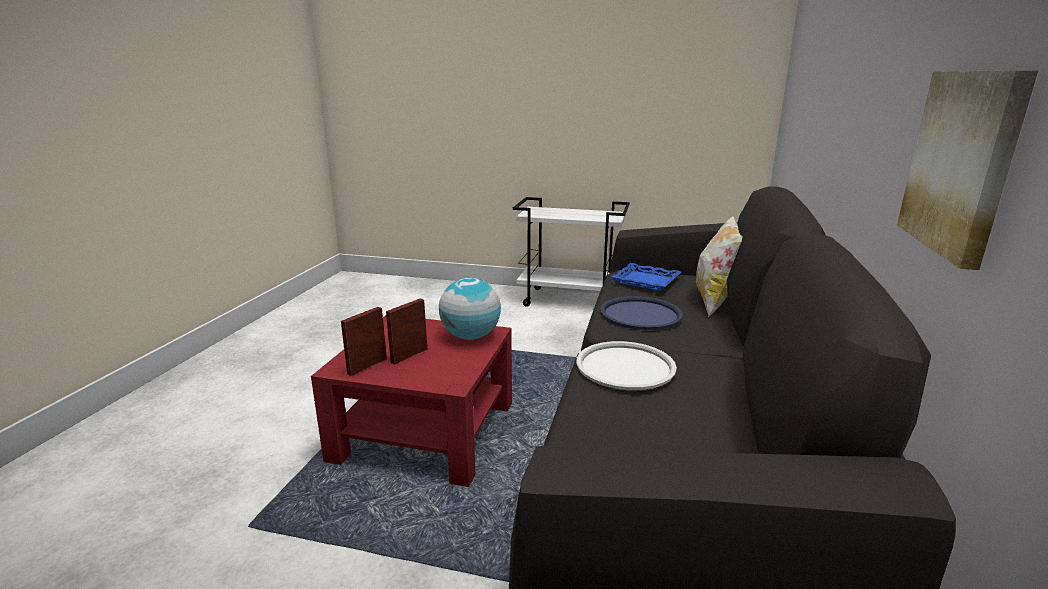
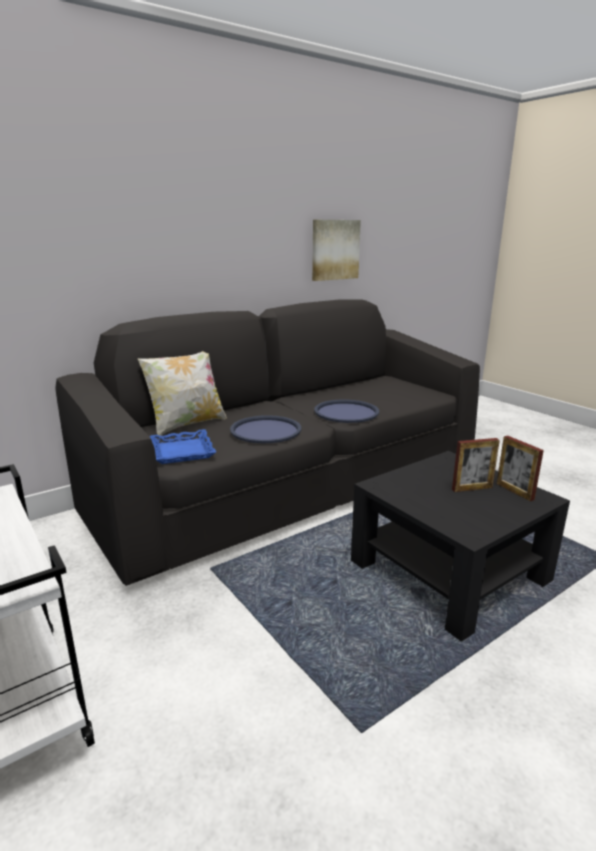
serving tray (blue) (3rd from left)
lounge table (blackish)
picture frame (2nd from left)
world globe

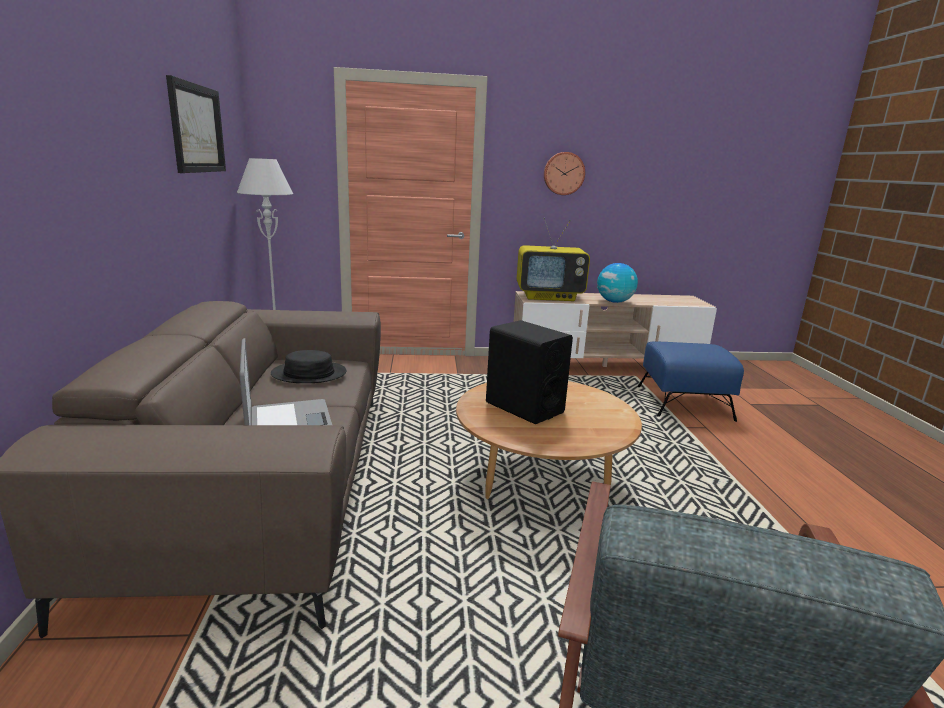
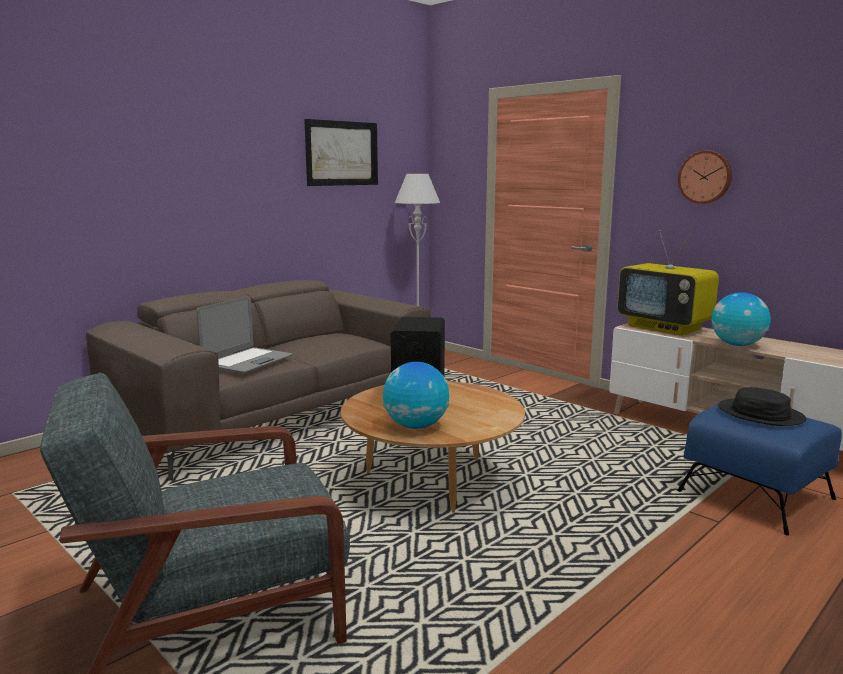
world globe (1st from left)
hat (blackish)

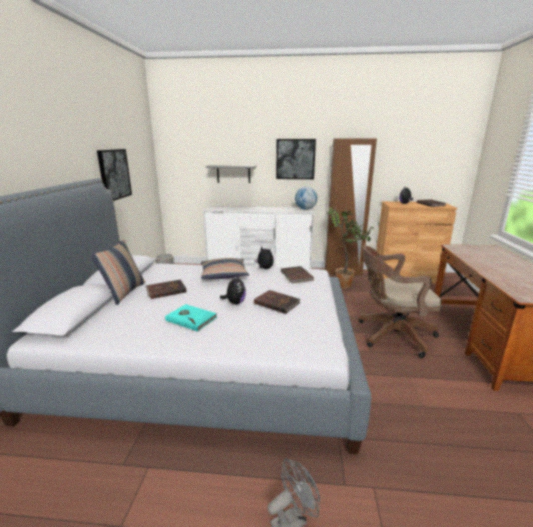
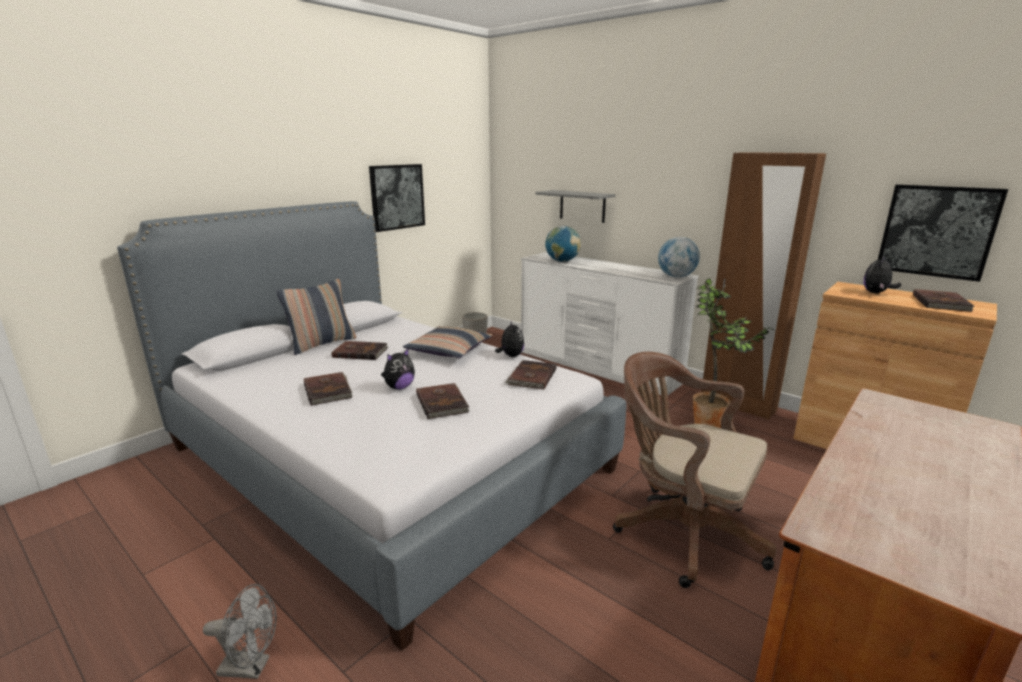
volume (brown) (1st from left)
world globe (1st from left)
wall picture (2nd from left)

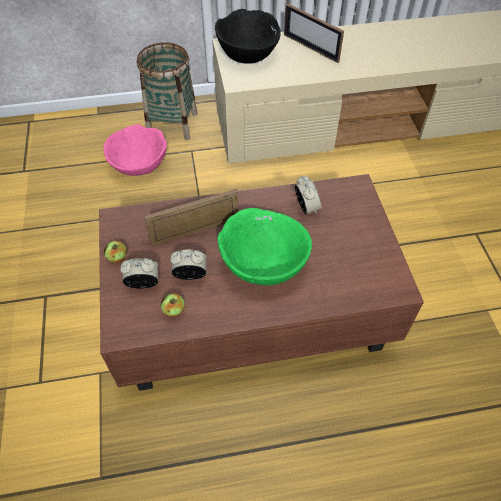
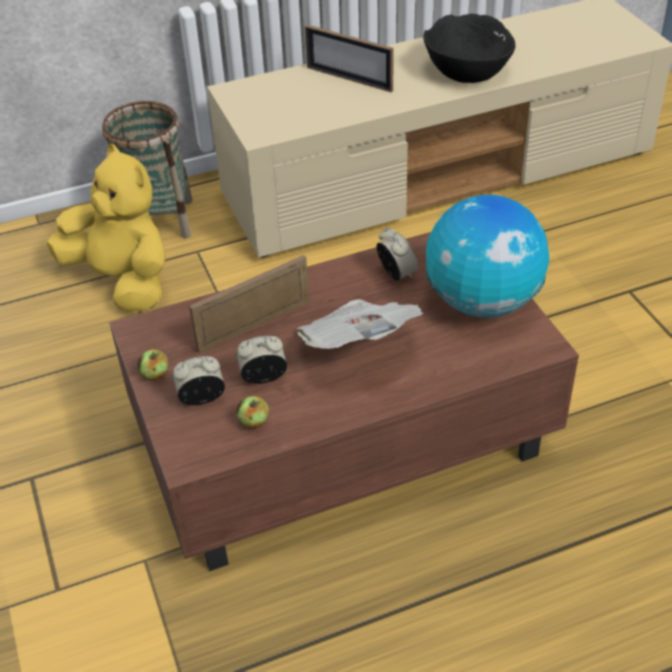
soft toy (yellow-coloured)
printed paper
serving bowl (blackish)
world globe

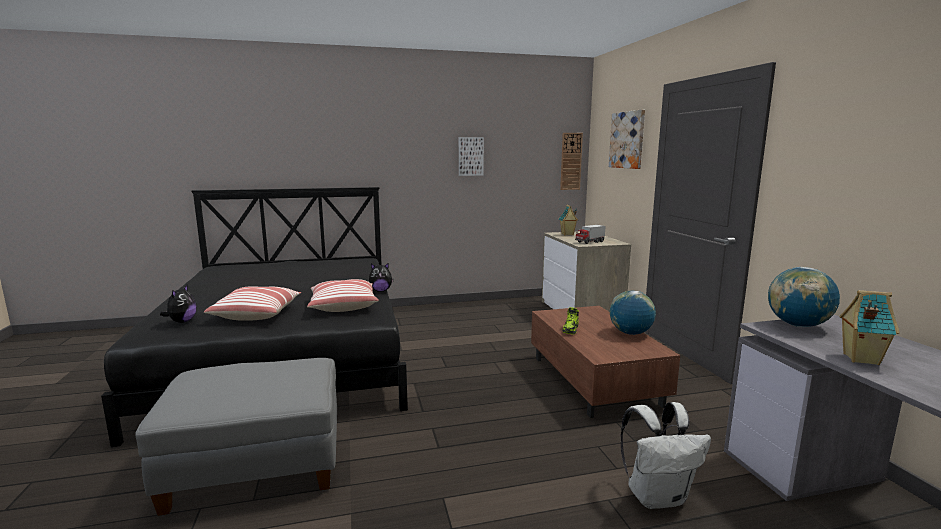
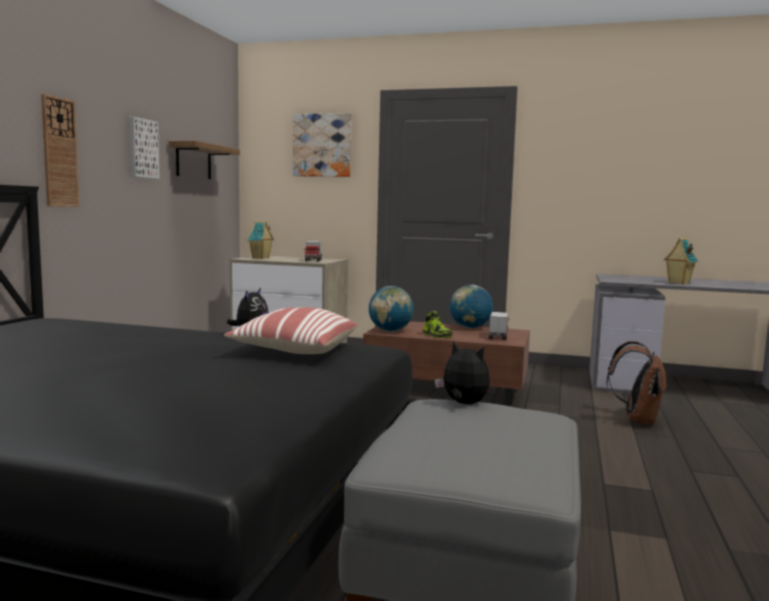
wall clock
bracket shelf
world globe (1st from left)
soft toy (2nd from left)
model truck (2nd from left)
knapsack (brown)
pillow (1st from left in the first image)

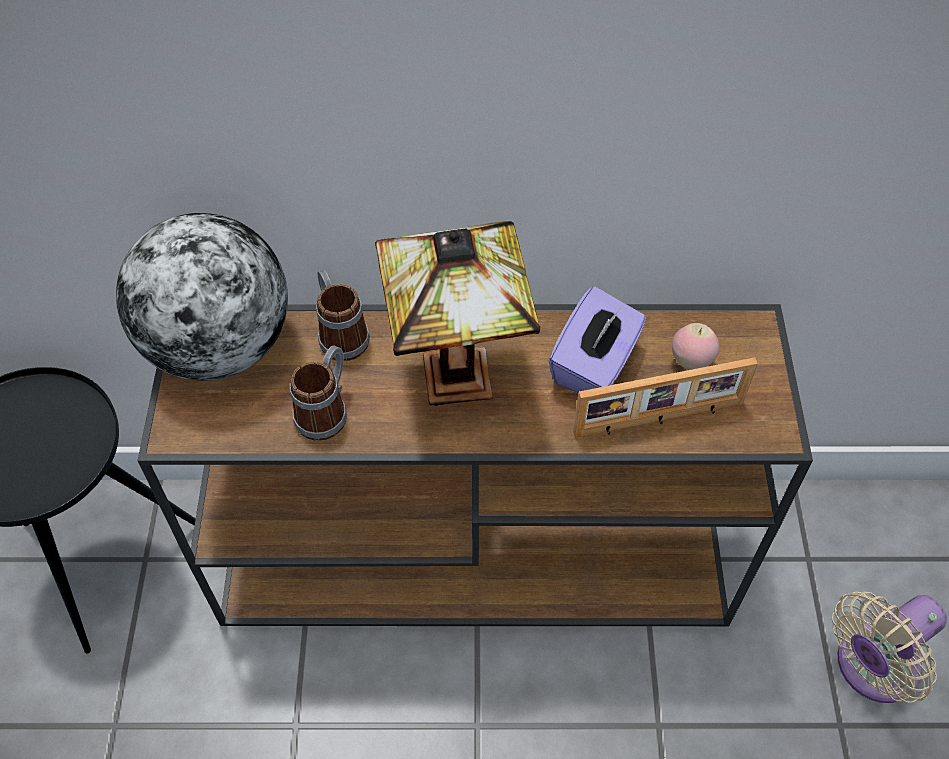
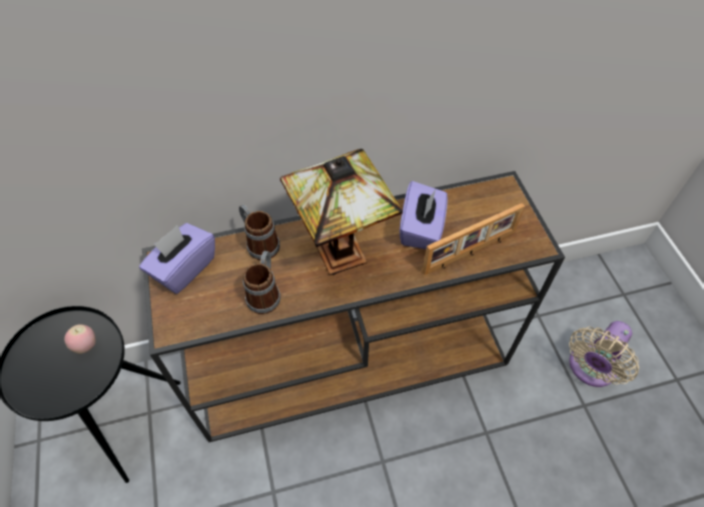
apple fruit
box of tissues (purple) (1st from left)

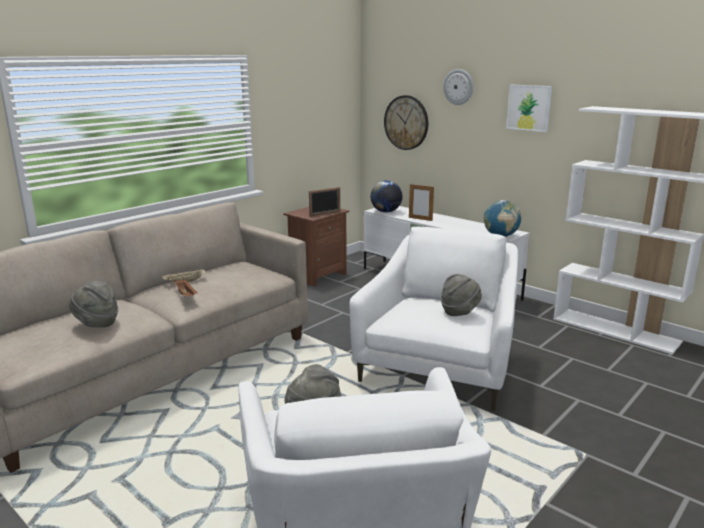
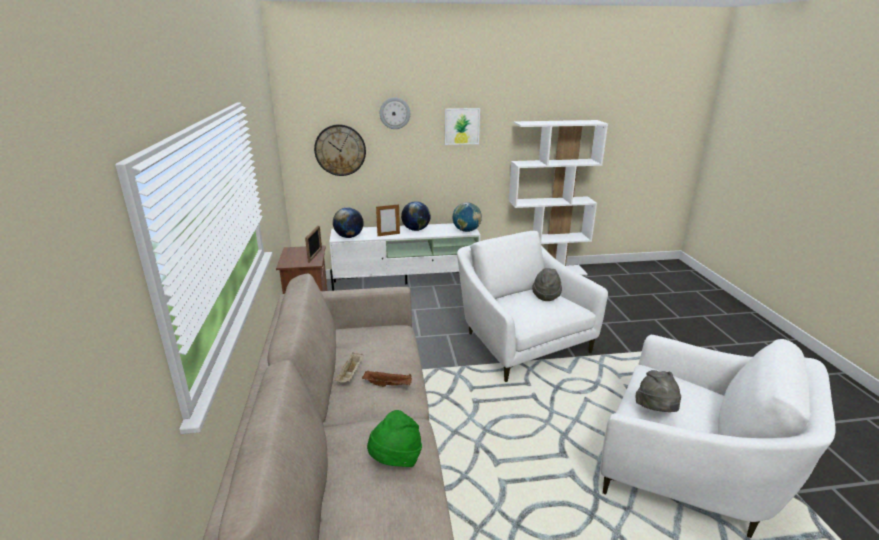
hat (greenish)
world globe (2nd from left)

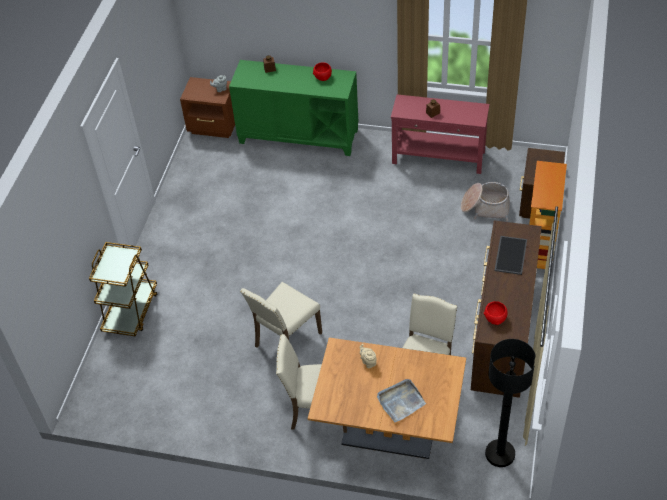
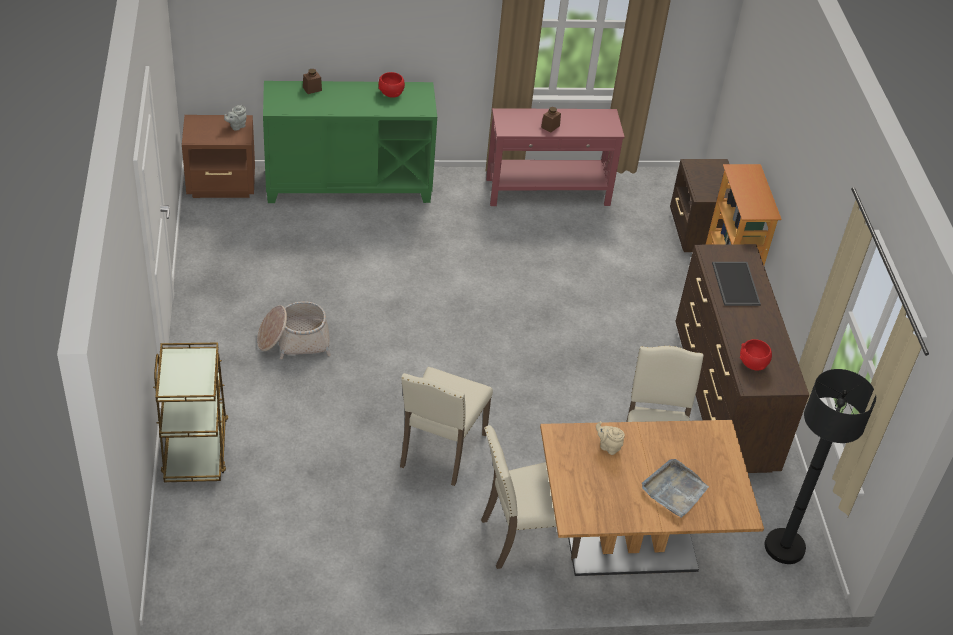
household basket

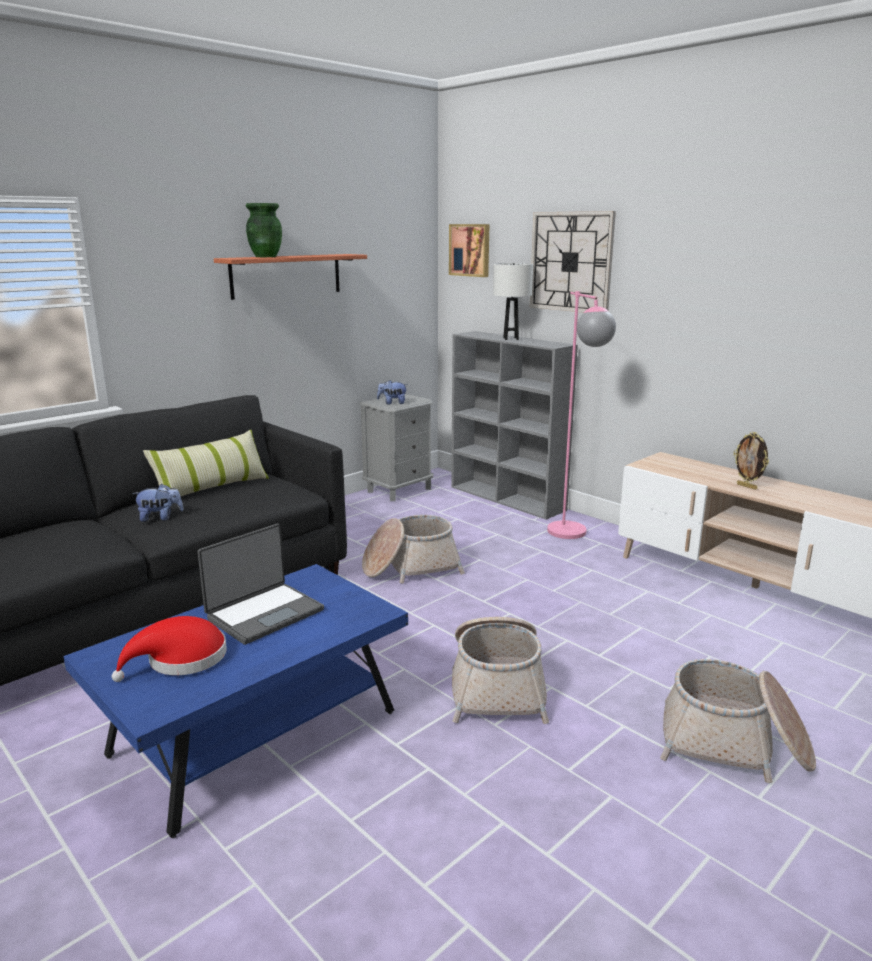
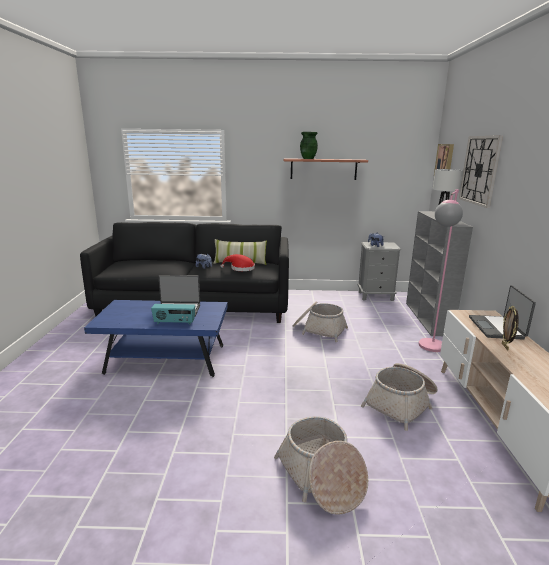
radio
hat (red)
household basket (3rd from left)
laptop (2nd from left)

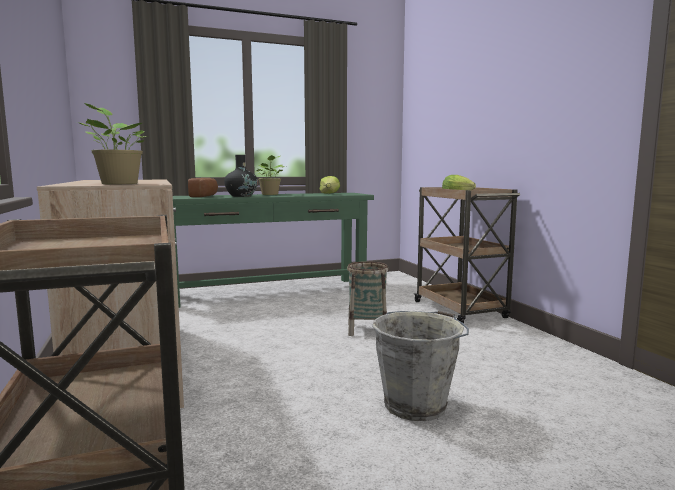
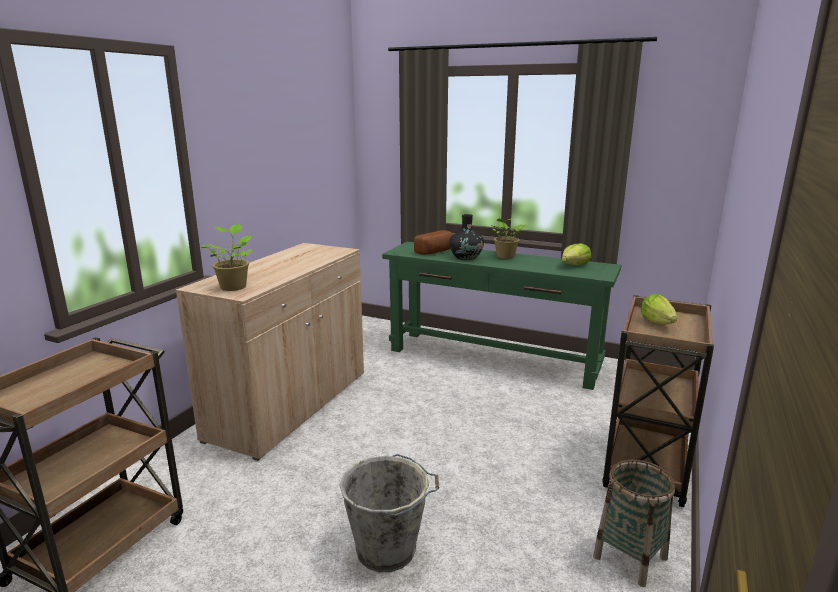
household basket

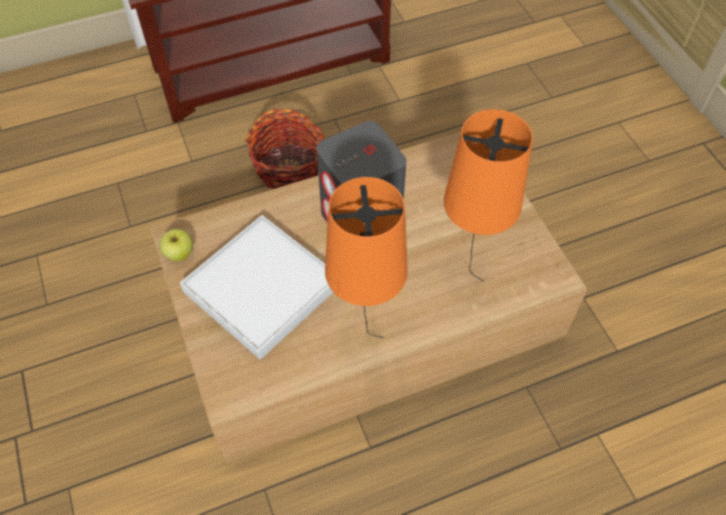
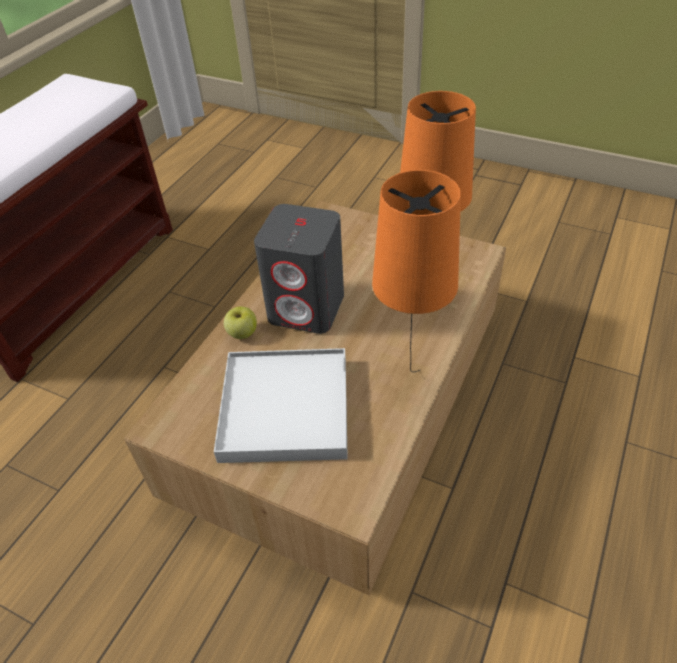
apple fruit
household basket

